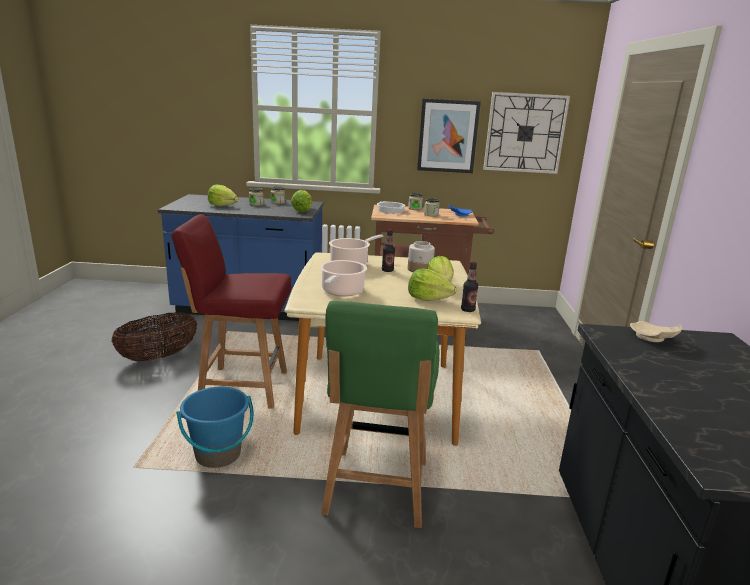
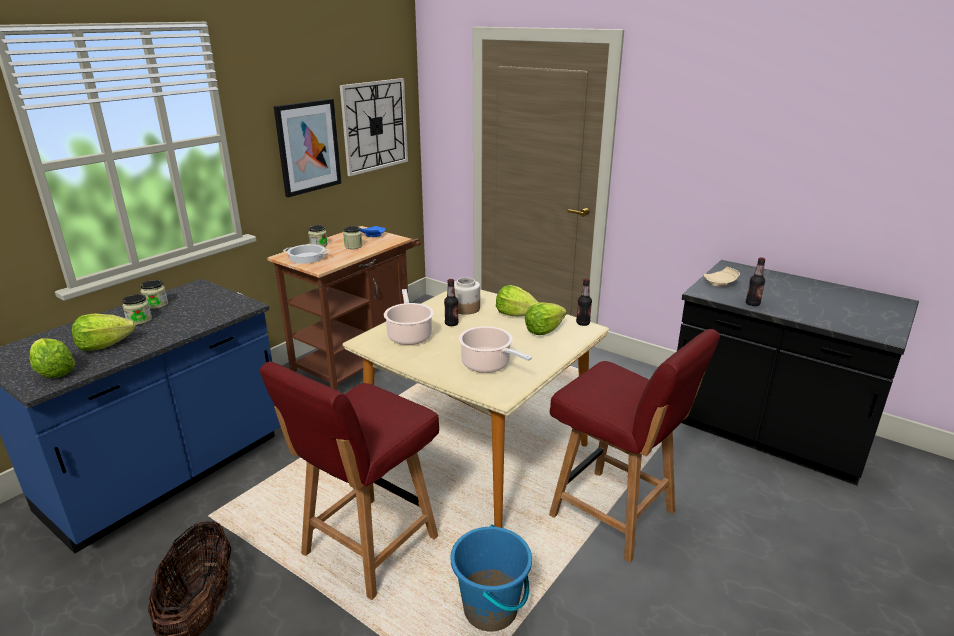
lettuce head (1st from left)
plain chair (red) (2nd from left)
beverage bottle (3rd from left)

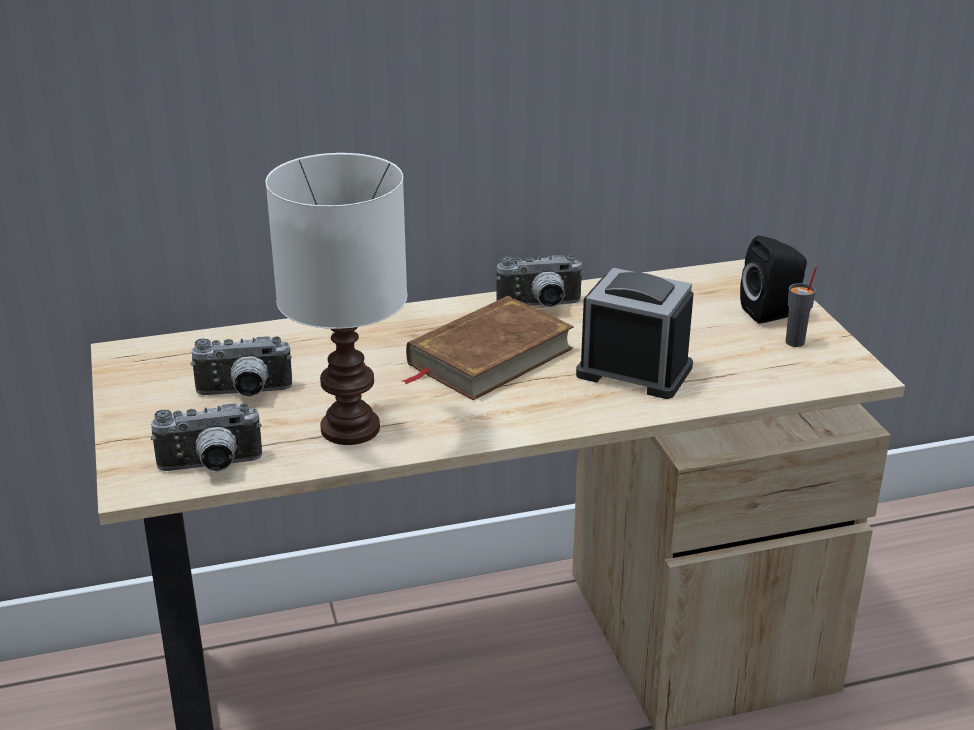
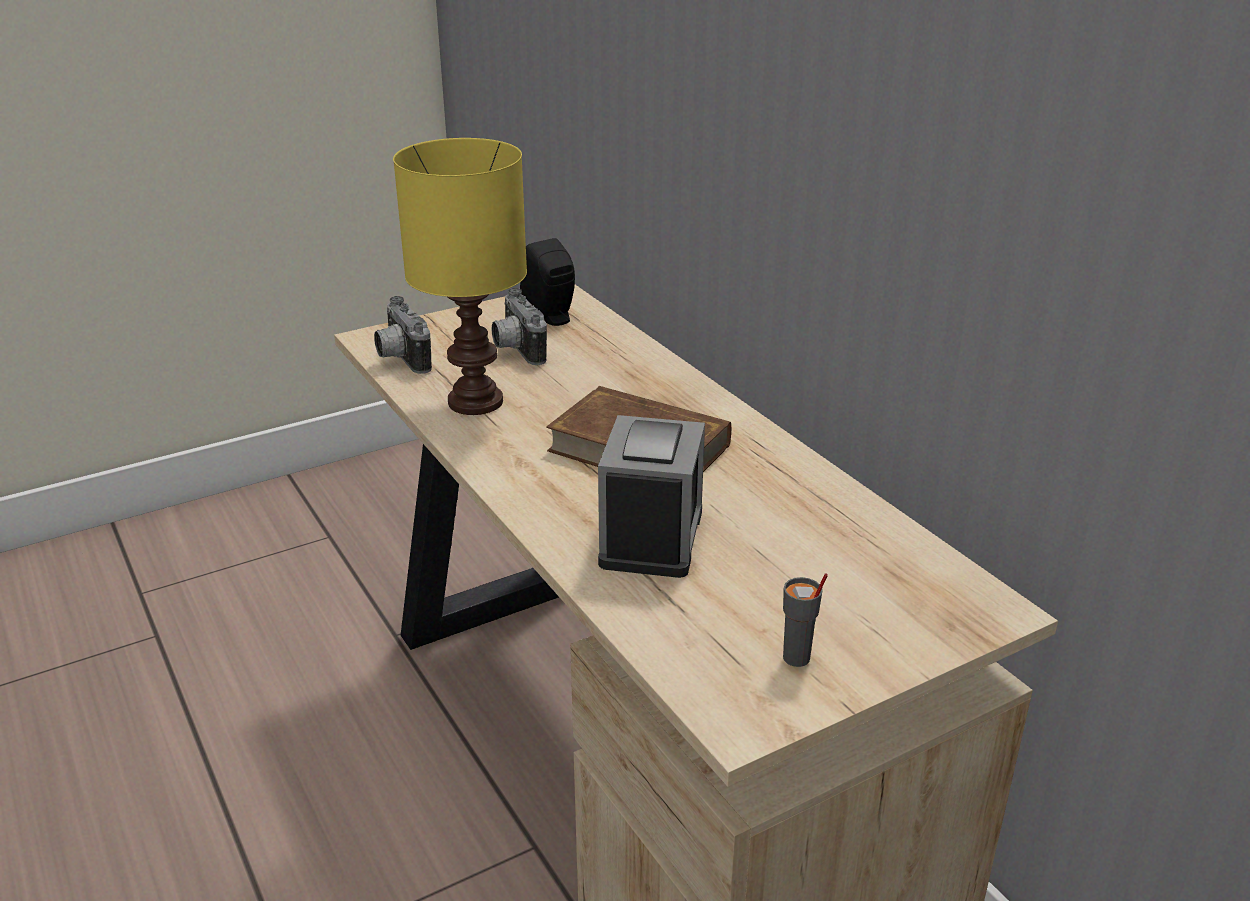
table lamp (yellow-coloured)
audio speaker (blackish)
still camera (3rd from left in the first image)

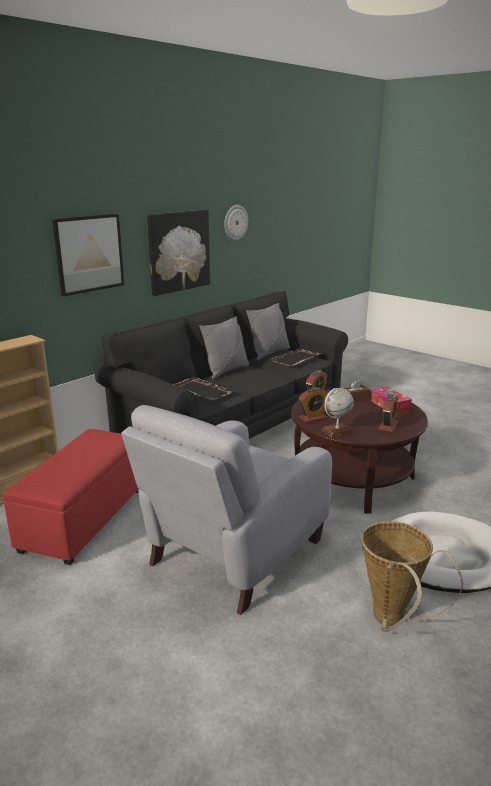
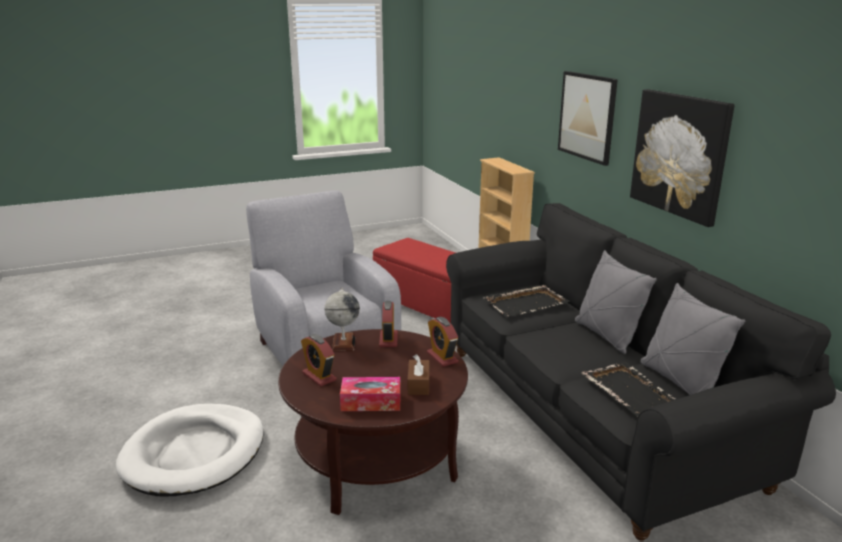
wall clock
household basket

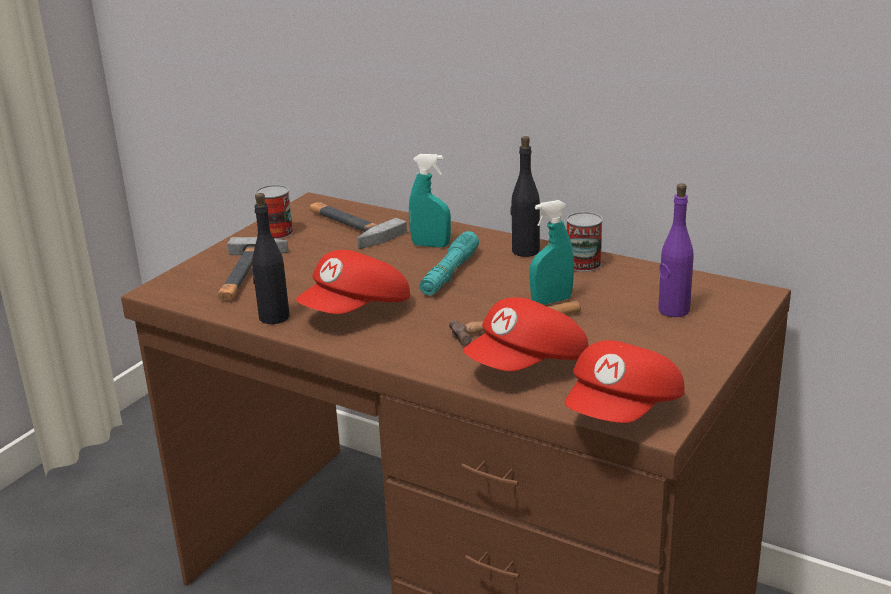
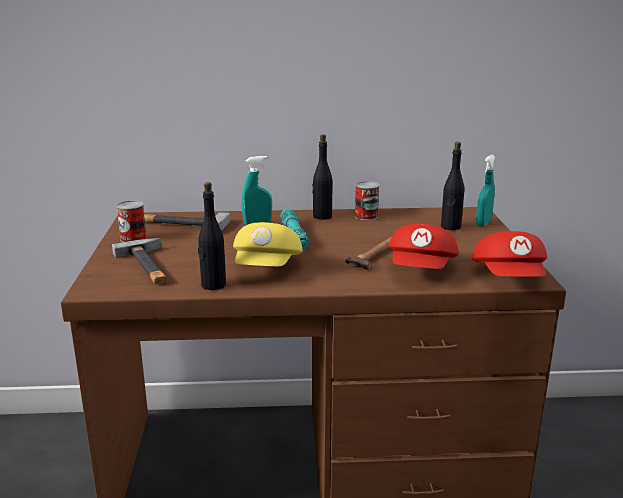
baseball cap (yellow-coloured)
beverage bottle (blackish) (3rd from left)
sprayer (turquoise-coloured) (2nd from left)

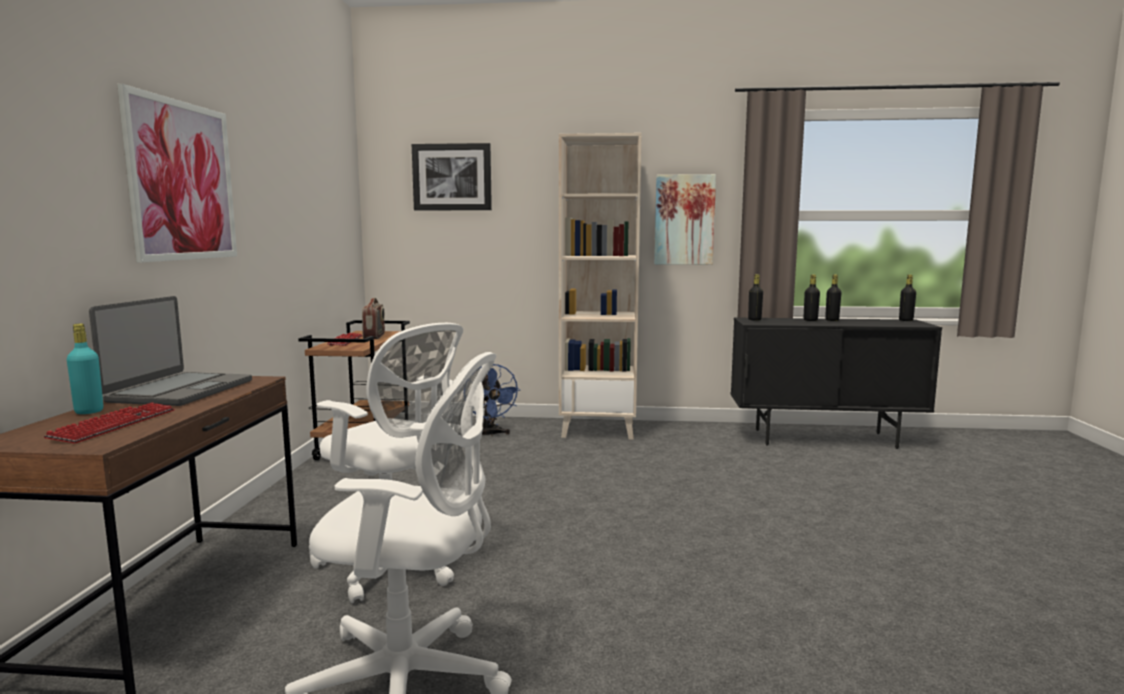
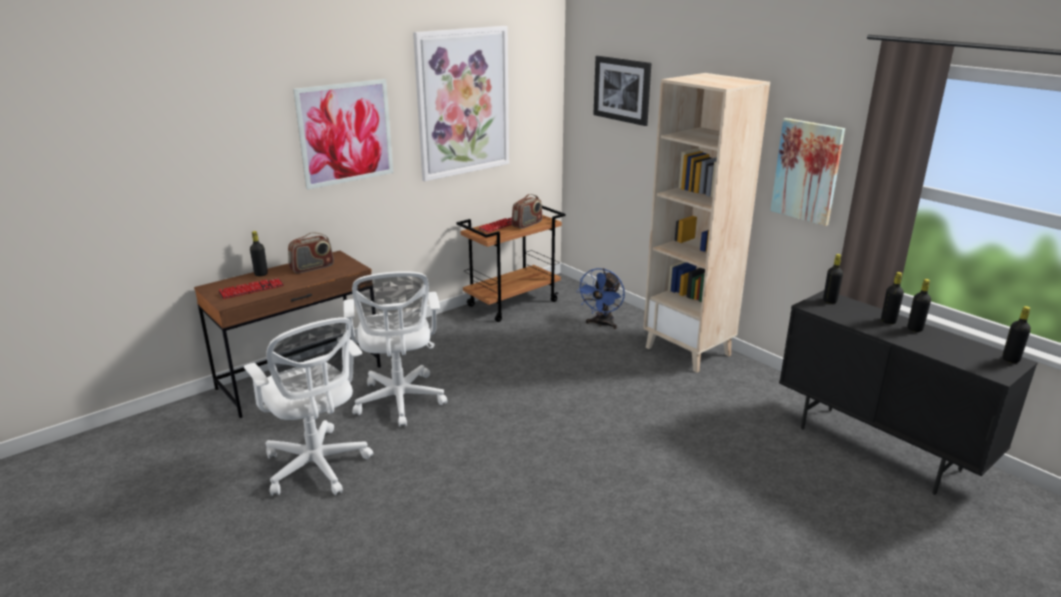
beverage bottle (blackish) (1st from left)
radio (1st from left)
wall picture (2nd from left)

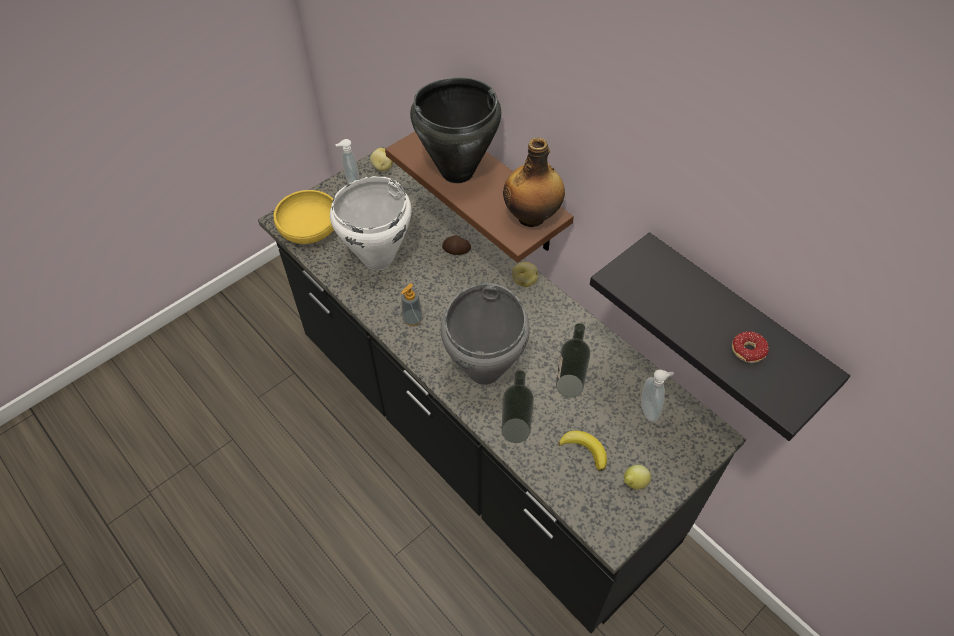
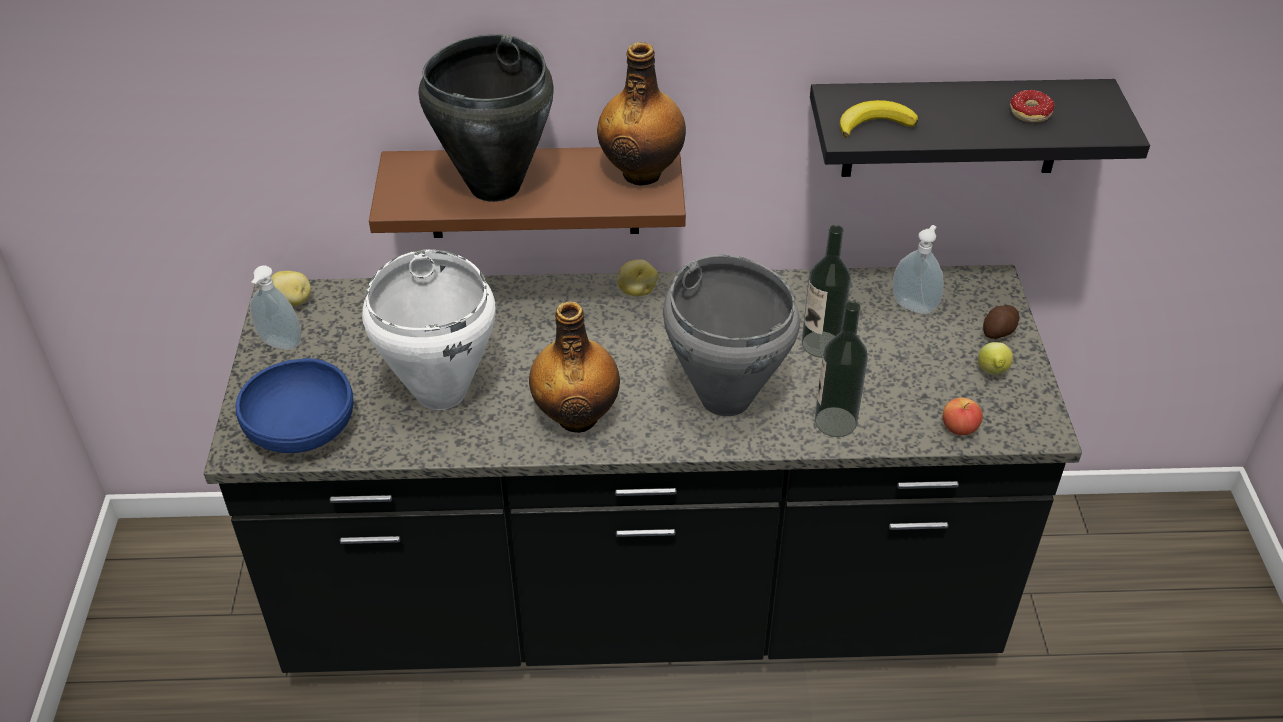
serving bowl (blue)
beverage bottle (1st from left)
whole banana
apple fruit
spud (3rd from left)

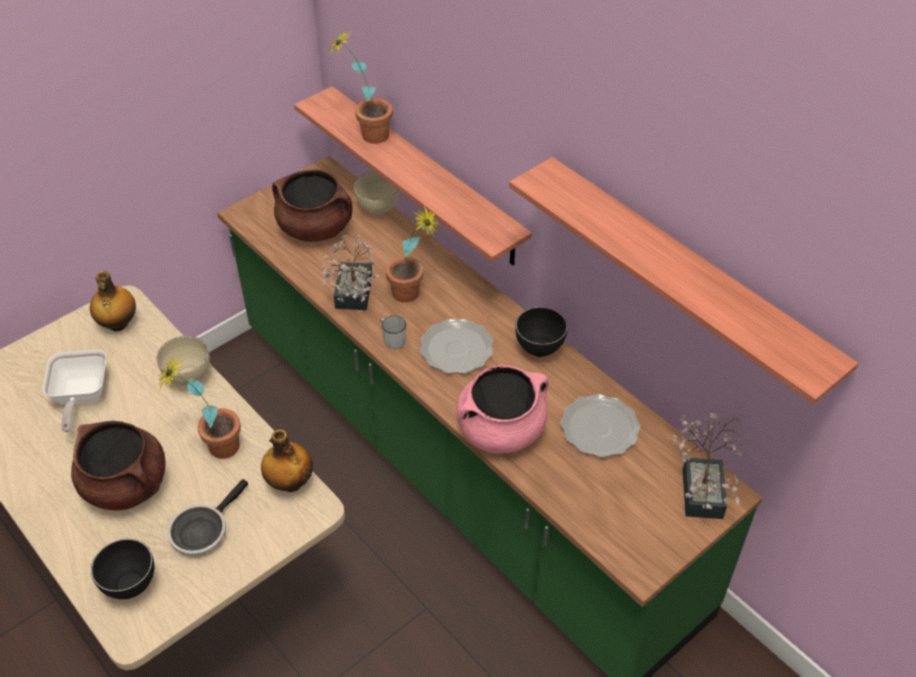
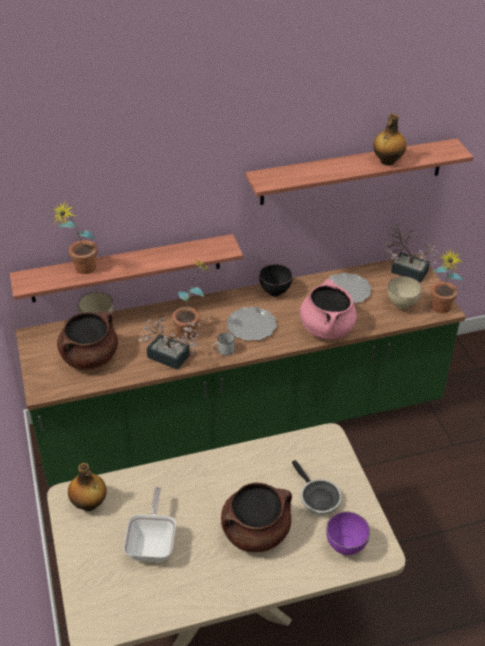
frying pan (1st from left)
serving bowl (purple)
beverage bottle (2nd from left)
serving bowl (beige-coloured) (2nd from left)
plant in a pot (5th from left)

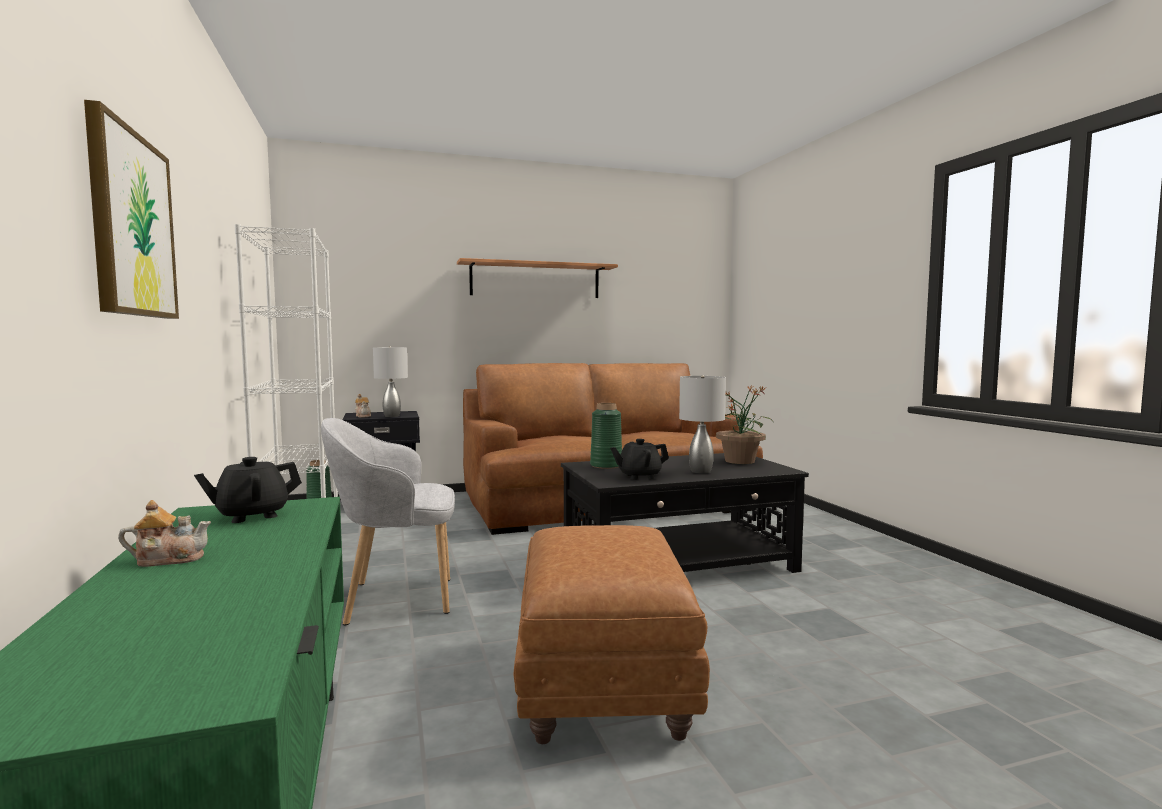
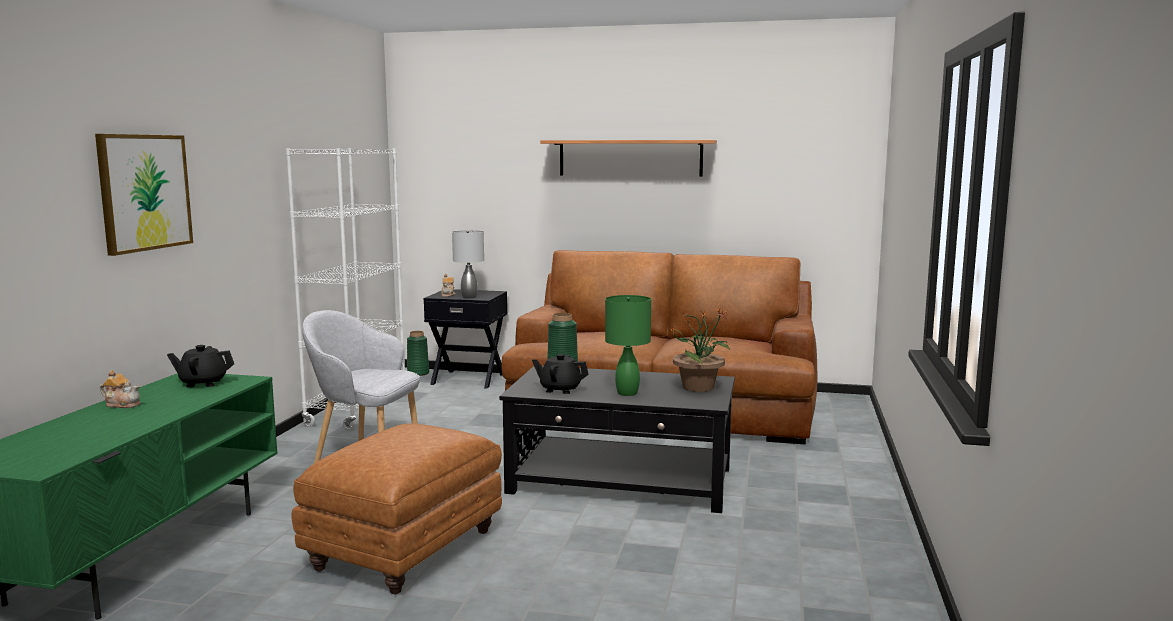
table lamp (greenish)

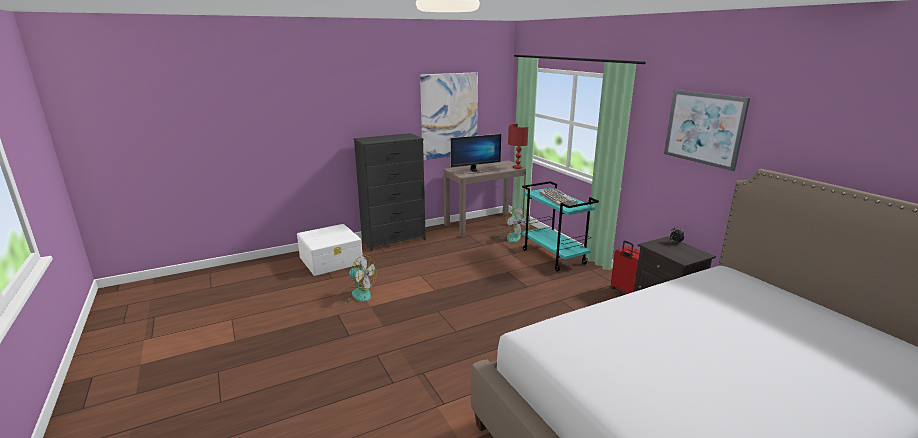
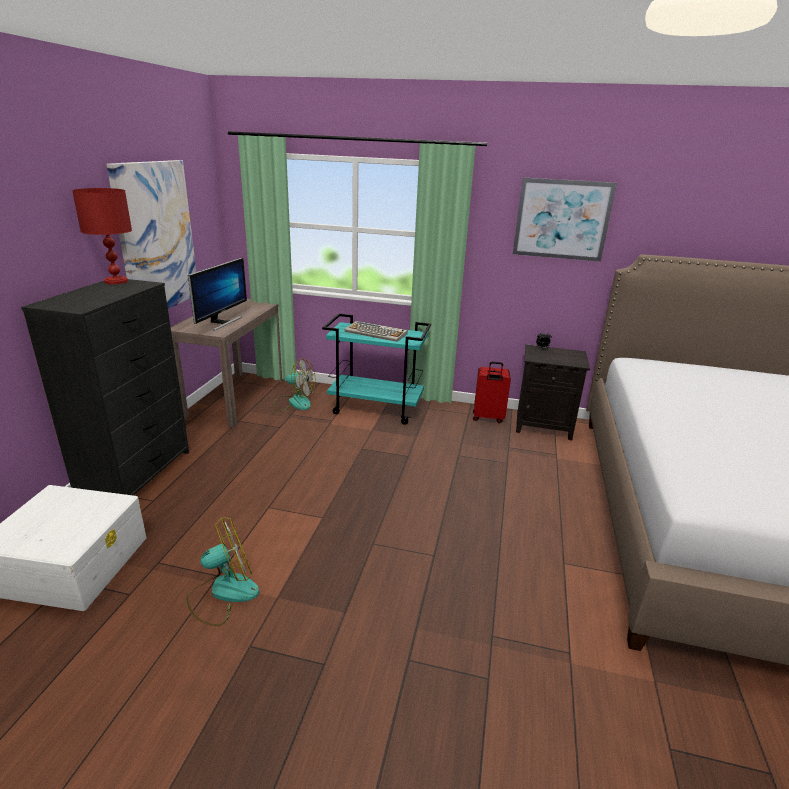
table lamp (red)

